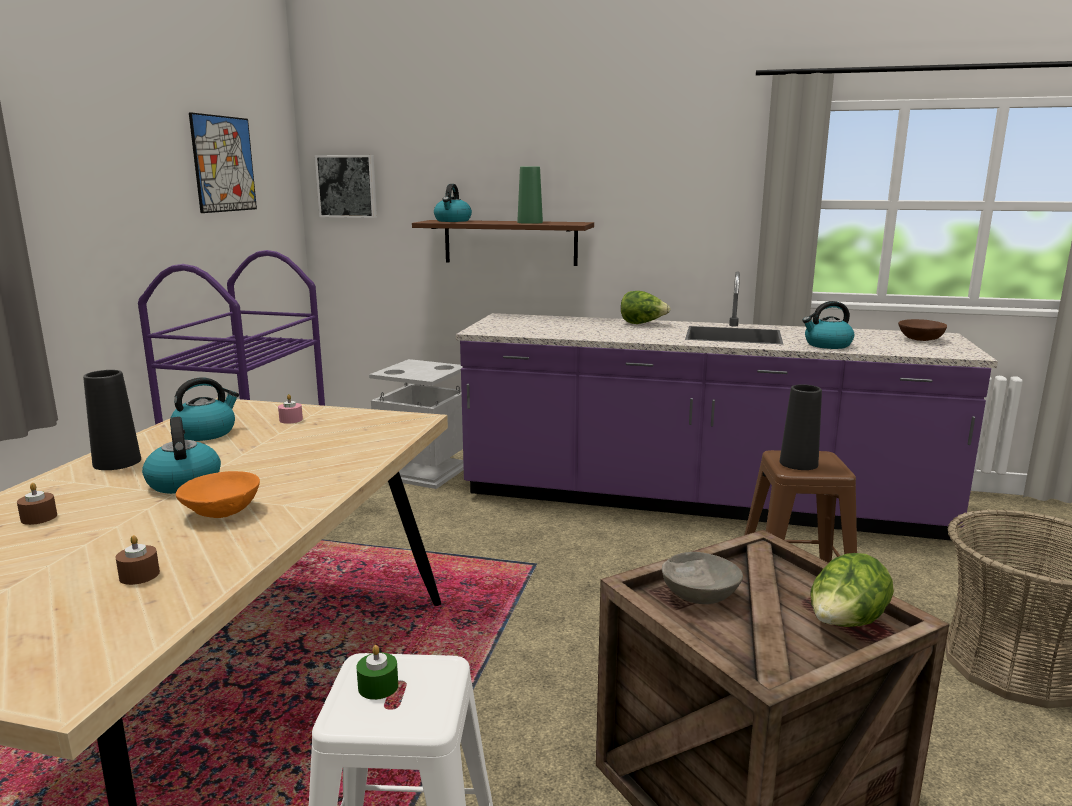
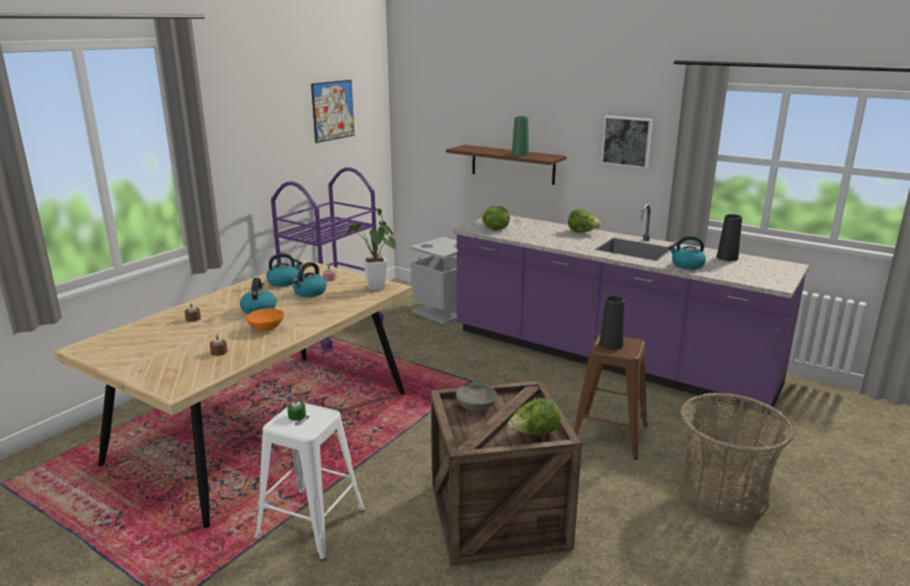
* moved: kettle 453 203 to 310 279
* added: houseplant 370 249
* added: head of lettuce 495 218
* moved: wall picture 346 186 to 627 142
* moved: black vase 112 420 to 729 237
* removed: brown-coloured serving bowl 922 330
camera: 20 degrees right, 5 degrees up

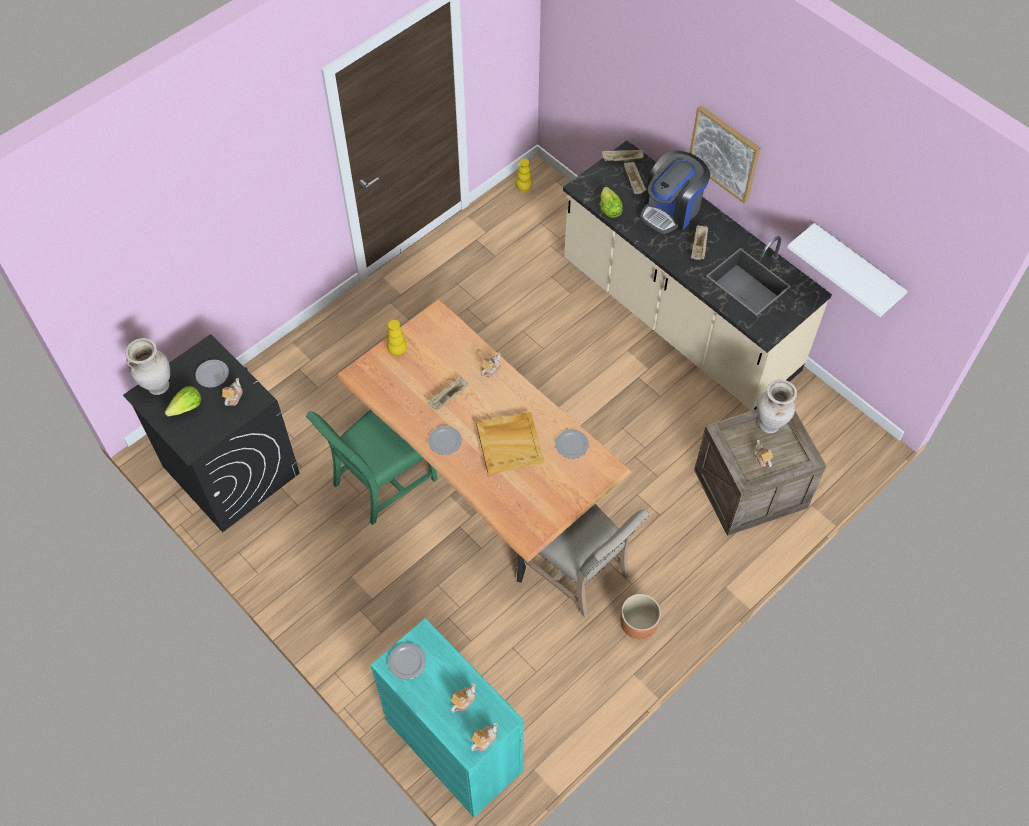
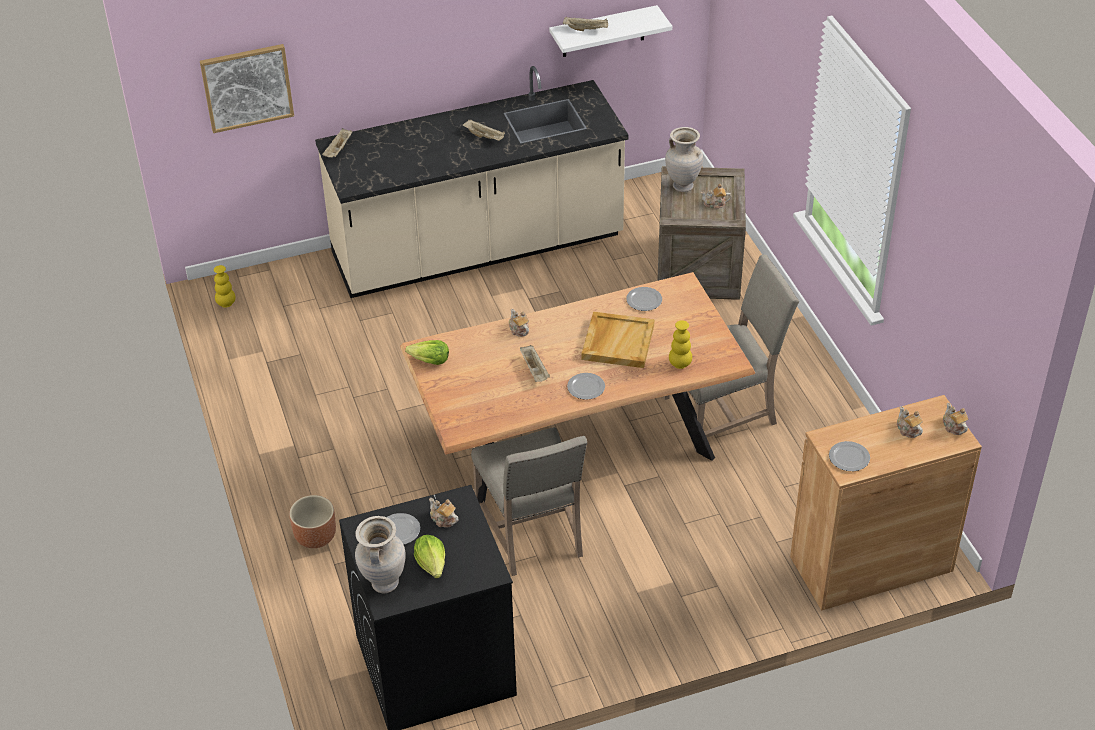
* moved: wall picture 725 154 to 247 88
* moved: brown-coloured flower pot 640 616 to 312 521
* moved: head of lettuce 611 202 to 427 352
* recoloured: green-coloured upright chair 371 467 to beige-coloured upright chair 529 501
* moved: beige-coloured tray 635 177 to 585 24
* moved: yellowish vase 397 337 to 680 344
* recoloured: turquoise cabinet 447 717 to brown-coloured cabinet 886 503
* removed: coffee maker 675 192
camera: 65 degrees left, 15 degrees down

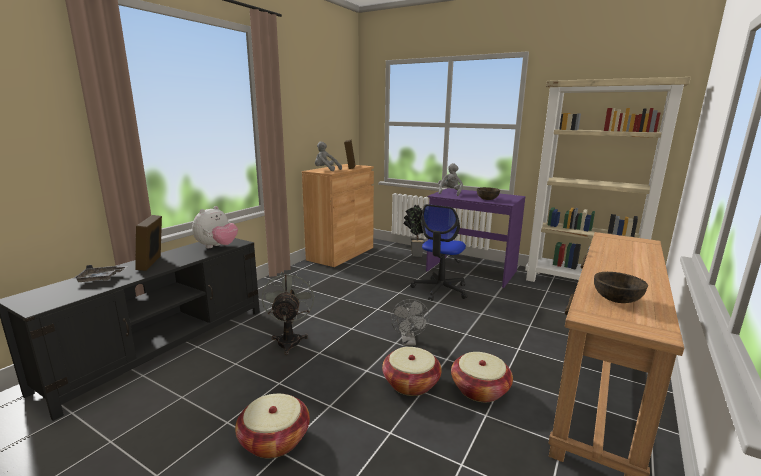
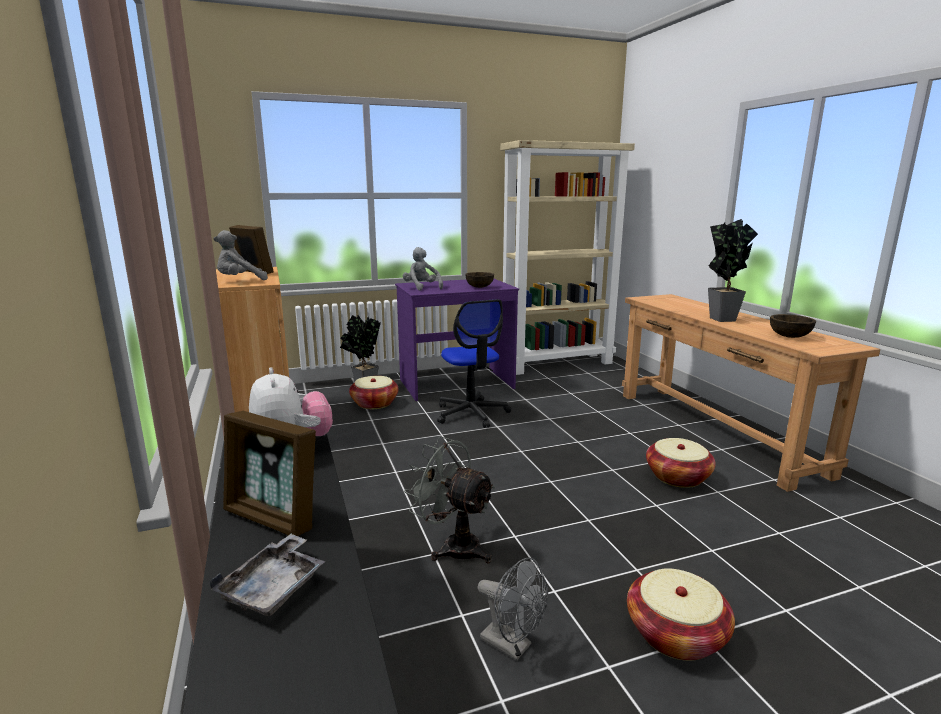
* moved: basket 412 371 to 373 392
* moved: grey cooling fan 410 322 to 513 609
* added: houseplant 733 270
camera: 50 degrees left, 0 degrees up

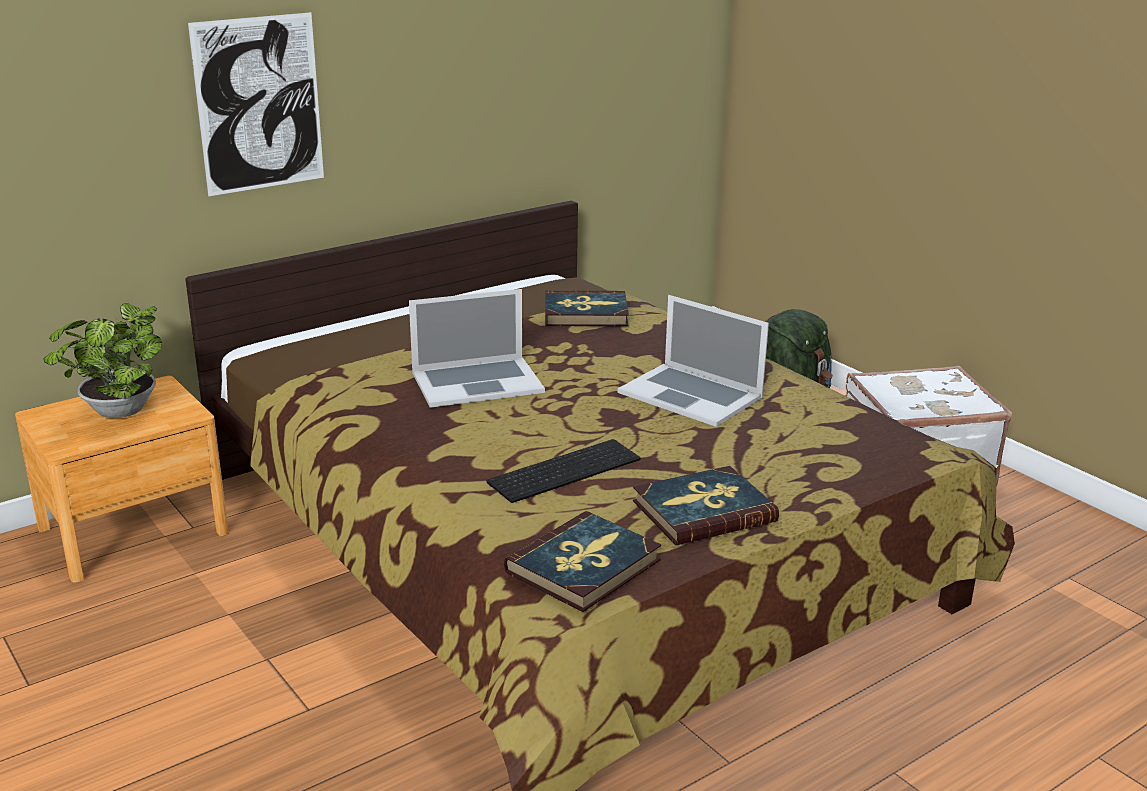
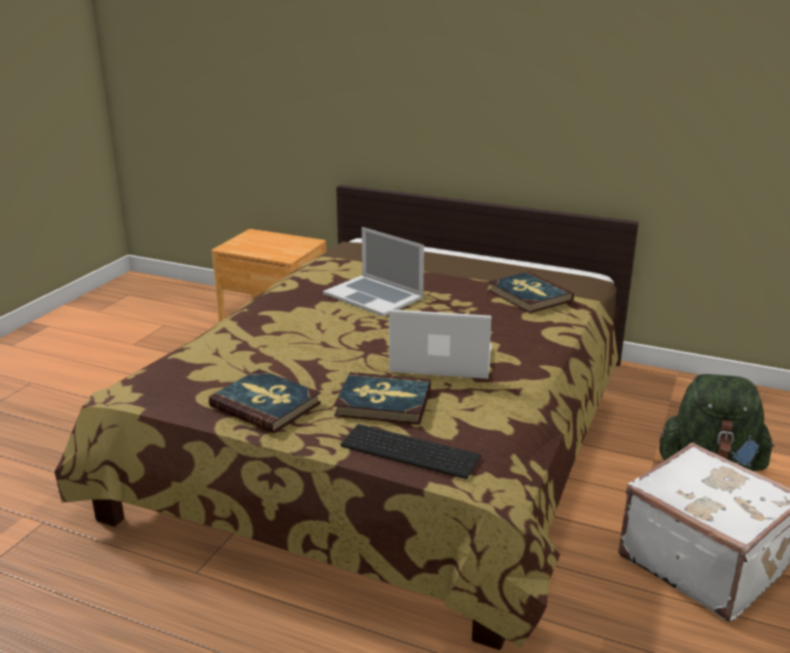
* moved: bound book 582 561 to 382 398
* moved: PC keyboard 563 471 to 411 451
* turned: notebook computer 693 361 = 440 344 90 degrees clockwise
* removed: houseplant 102 360
* removed: wall picture 256 104
camera: 60 degrees right, 0 degrees up

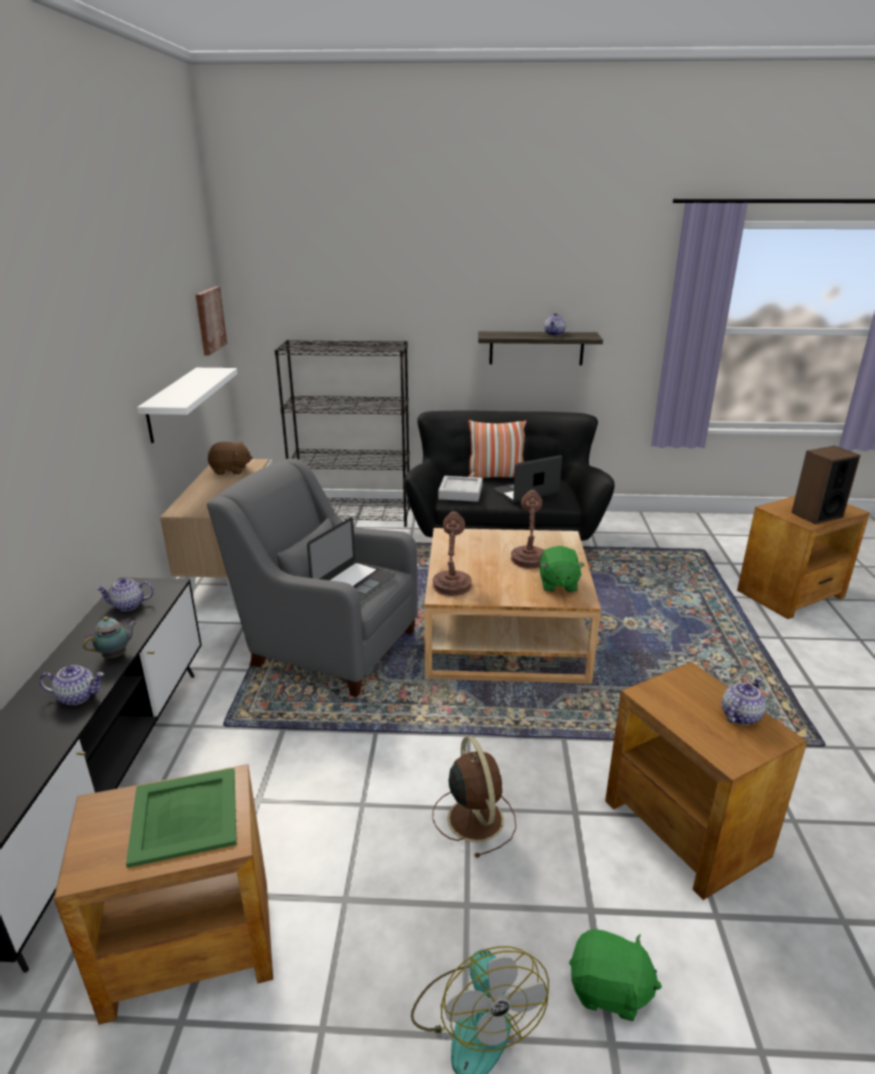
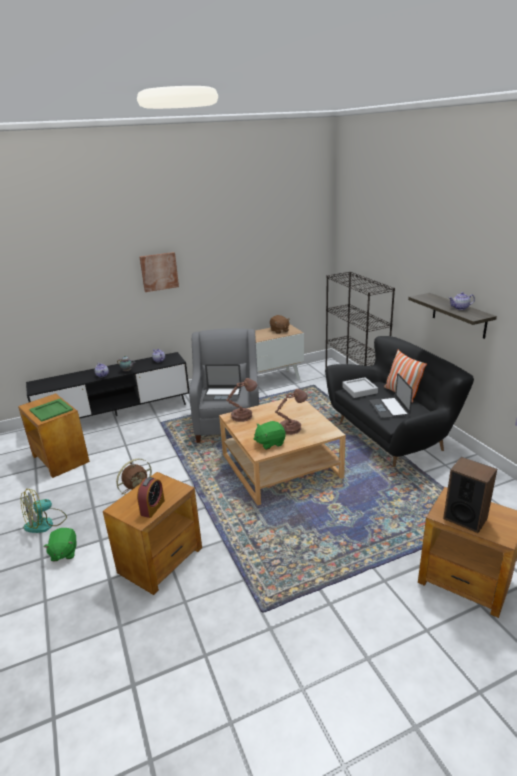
* replaced: tea pot 744 701 to alarm clock 151 497
* moved: wall picture 211 321 to 159 272
* turned: notebook computer 527 479 = 391 395 135 degrees counterclockwise
* removed: whitish shelf 187 405
camera: 65 degrees right, 0 degrees up

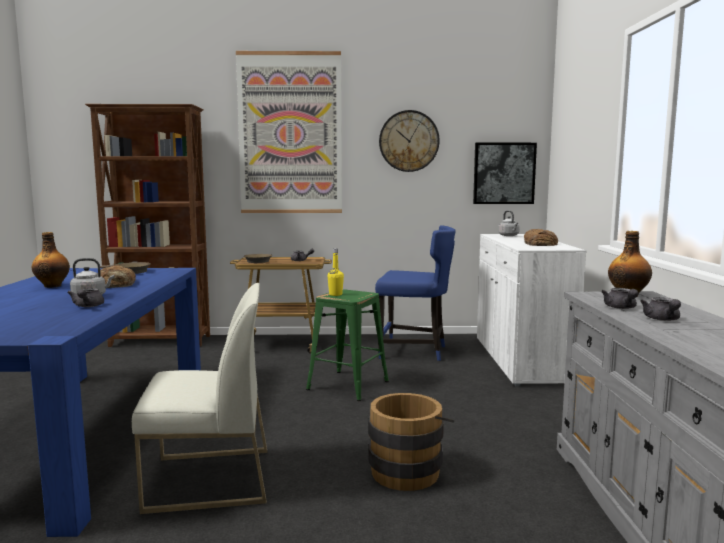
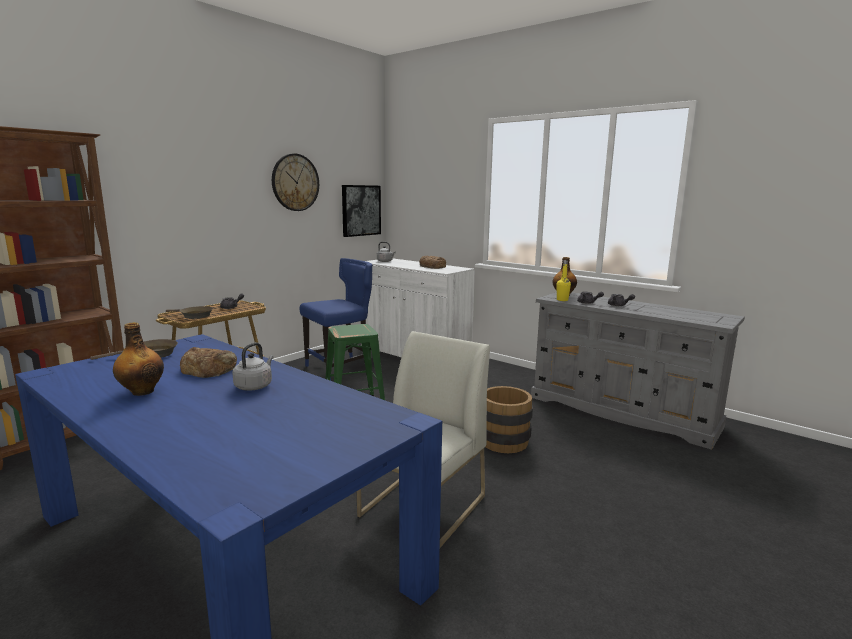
* moved: yellowish drink bottle 336 272 to 564 280
* removed: grey tea pot 85 297
* removed: wall picture 289 132
camera: 50 degrees left, 5 degrees up

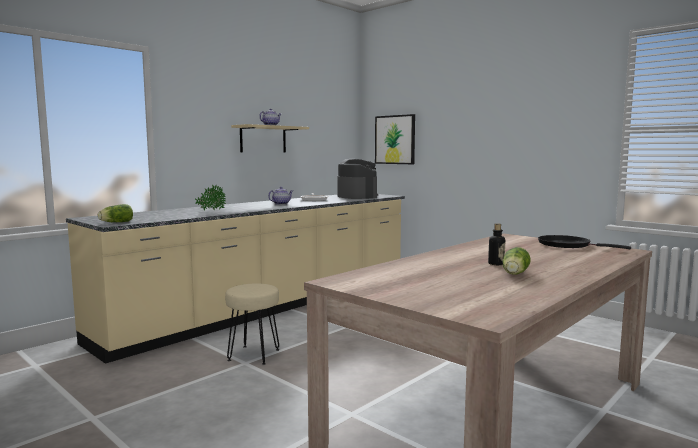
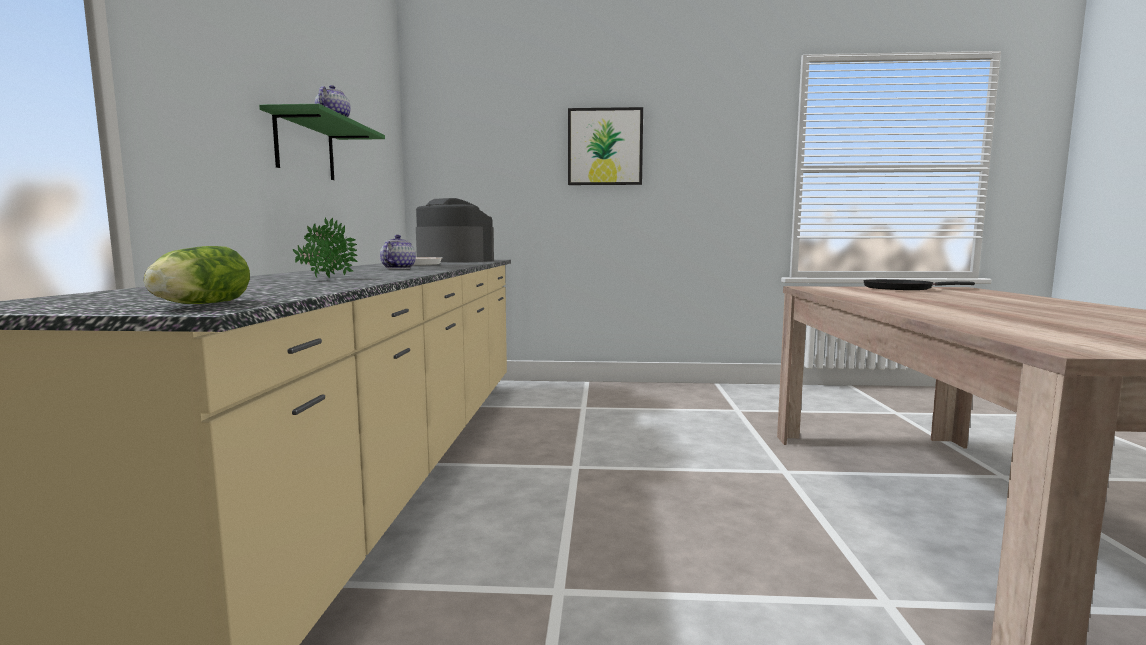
* recoloured: beige-coloured shelf 270 138 to green-coloured shelf 322 142
* moved: wall picture 395 139 to 605 146
* removed: beige-coloured stool 252 324
* removed: drink bottle 496 244
* removed: head of lettuce 516 261
camera: 40 degrees left, 0 degrees up

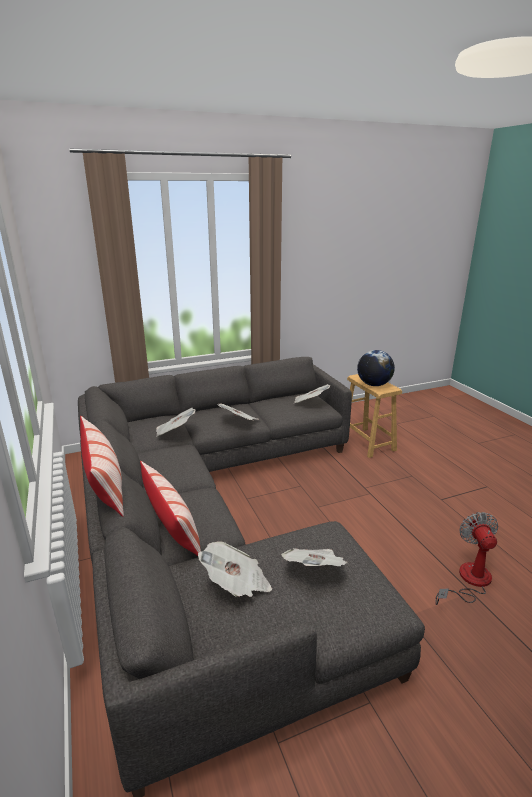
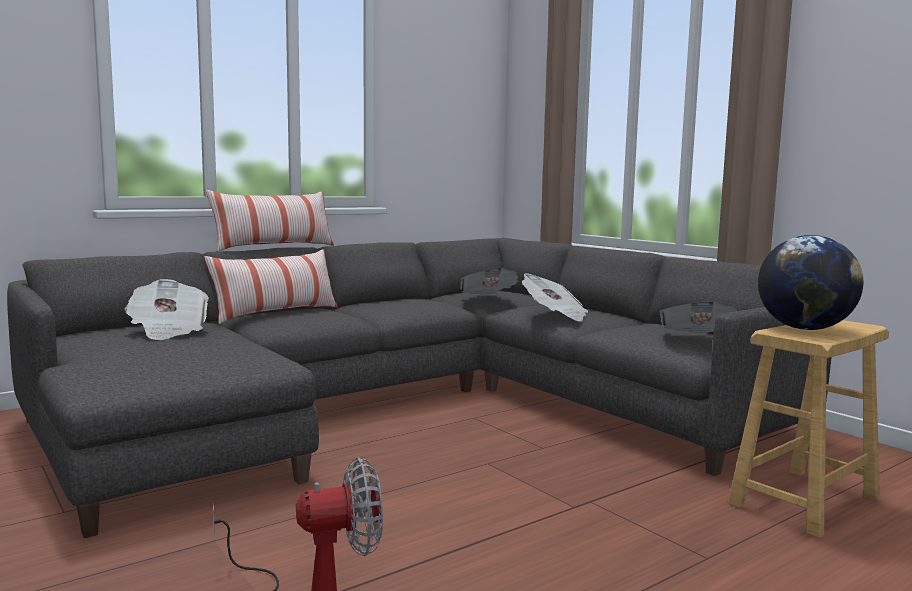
* removed: printed paper 314 557
camera: 75 degrees right, 15 degrees down

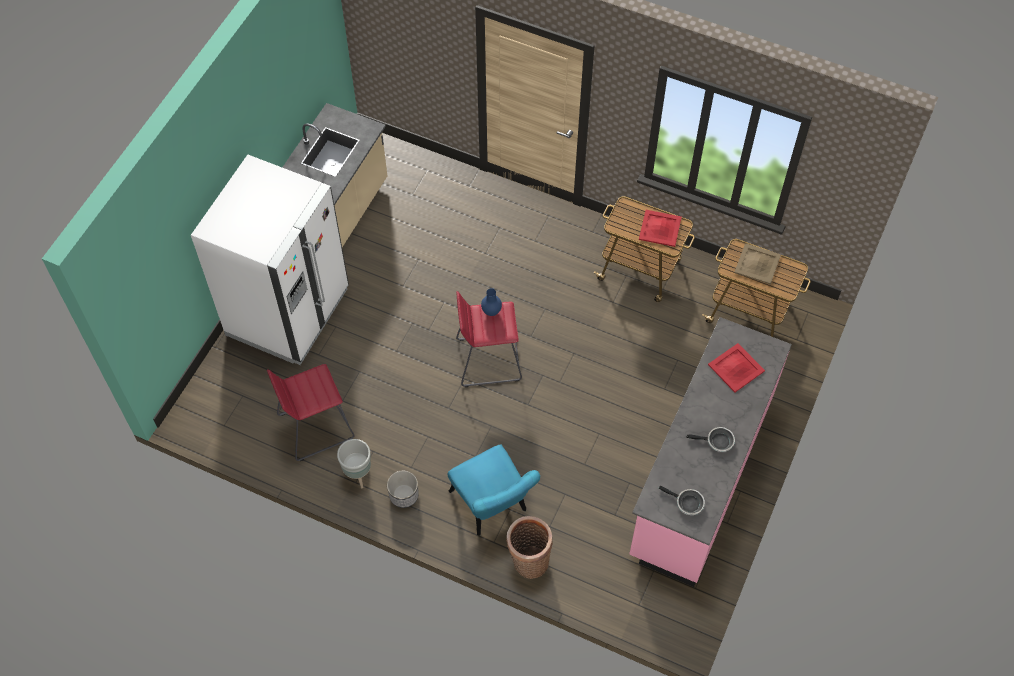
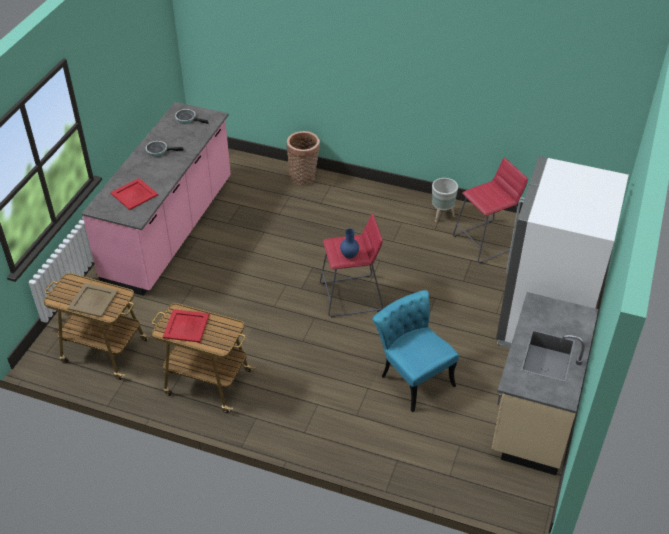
* moved: turquoise upright chair 493 490 to 415 351
* removed: flower pot 403 489
camera: 175 degrees right, 15 degrees down

